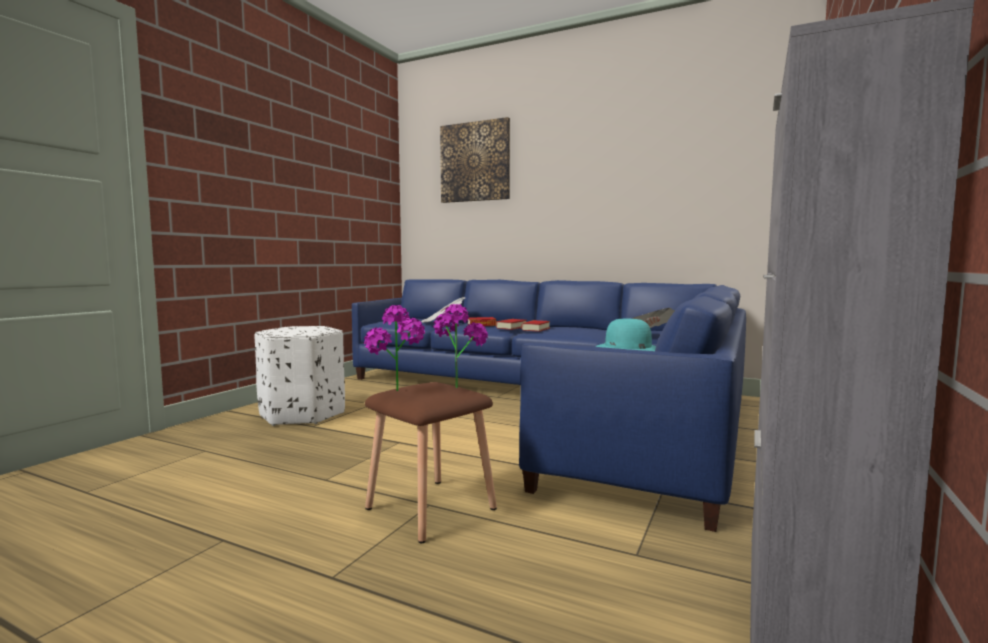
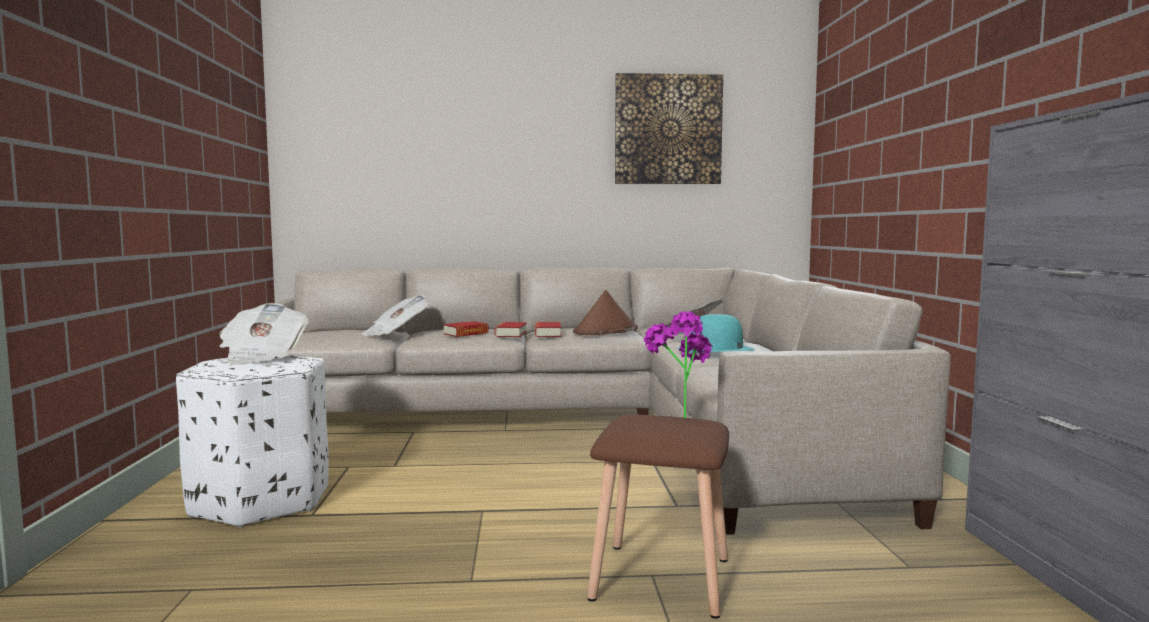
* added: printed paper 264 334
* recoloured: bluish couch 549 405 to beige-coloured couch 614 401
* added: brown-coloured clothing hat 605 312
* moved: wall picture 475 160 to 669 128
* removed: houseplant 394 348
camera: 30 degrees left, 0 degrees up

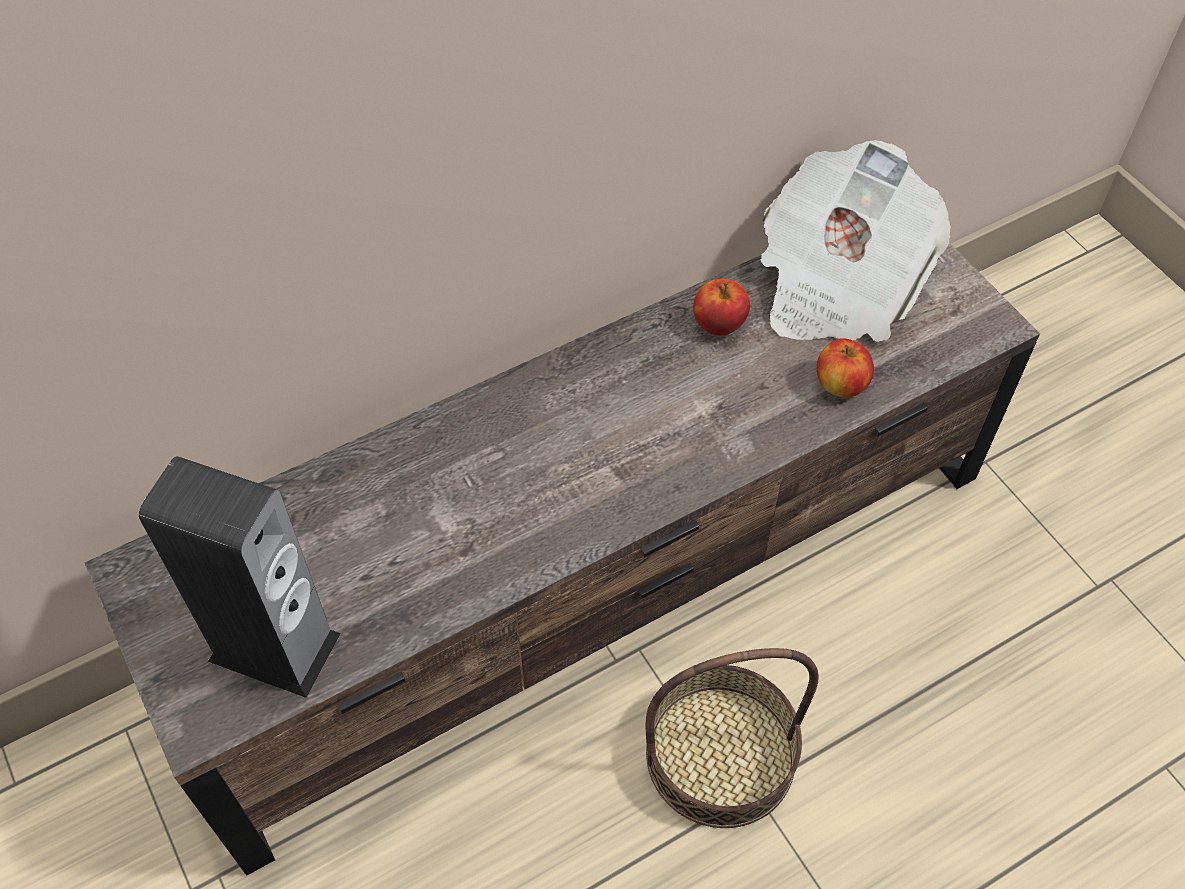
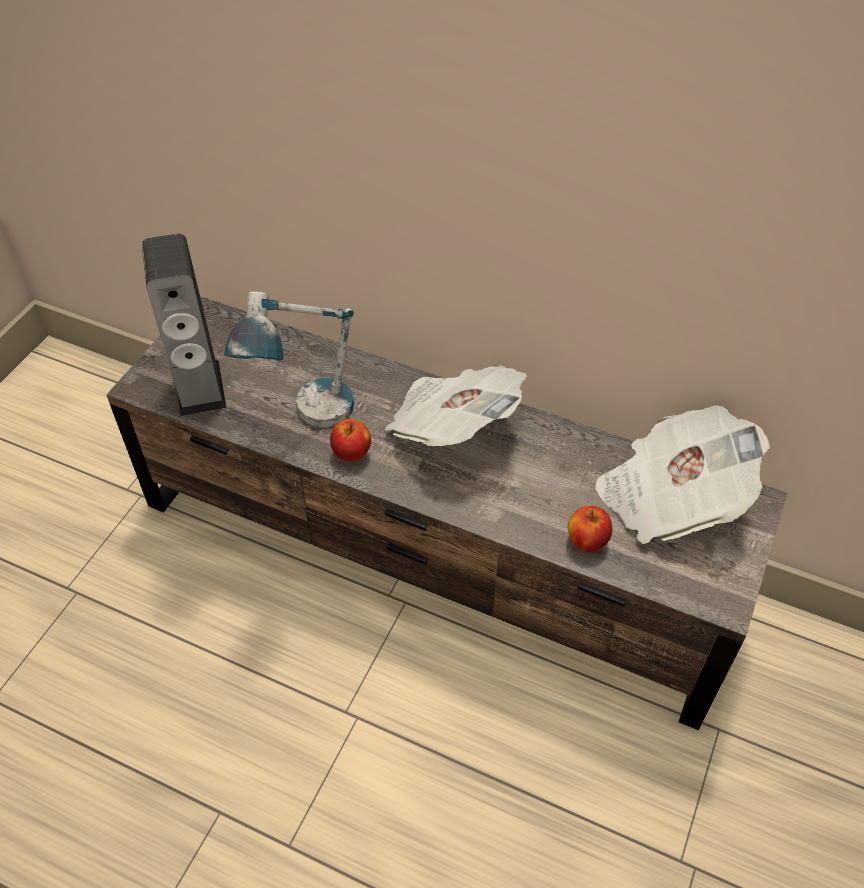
* added: table lamp 289 359
* moved: apple 721 307 to 350 440
* added: printed paper 456 405
* removed: basket 732 738
camera: 55 degrees right, 5 degrees down

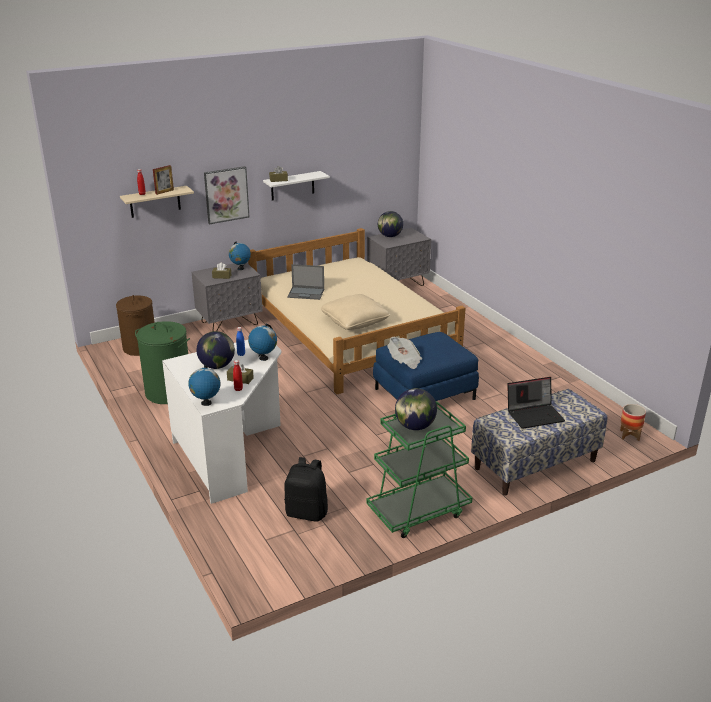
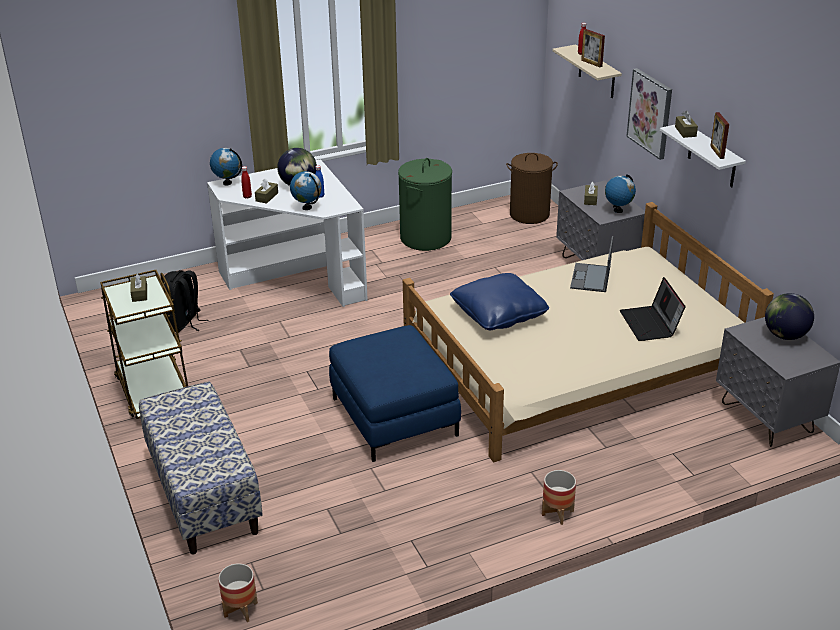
* recoloured: green-coloured cart 419 469 to brown-coloured cart 144 344
* replaced: world globe 416 409 to brown-coloured tissue holder 138 287
* recoloured: beige-coloured throw pillow 355 312 to bluish throw pillow 499 301
* added: flower pot 559 497
* moved: notebook computer 536 403 to 652 309
* added: photo frame 719 135
* removed: printed paper 404 353
camera: 95 degrees right, 5 degrees up

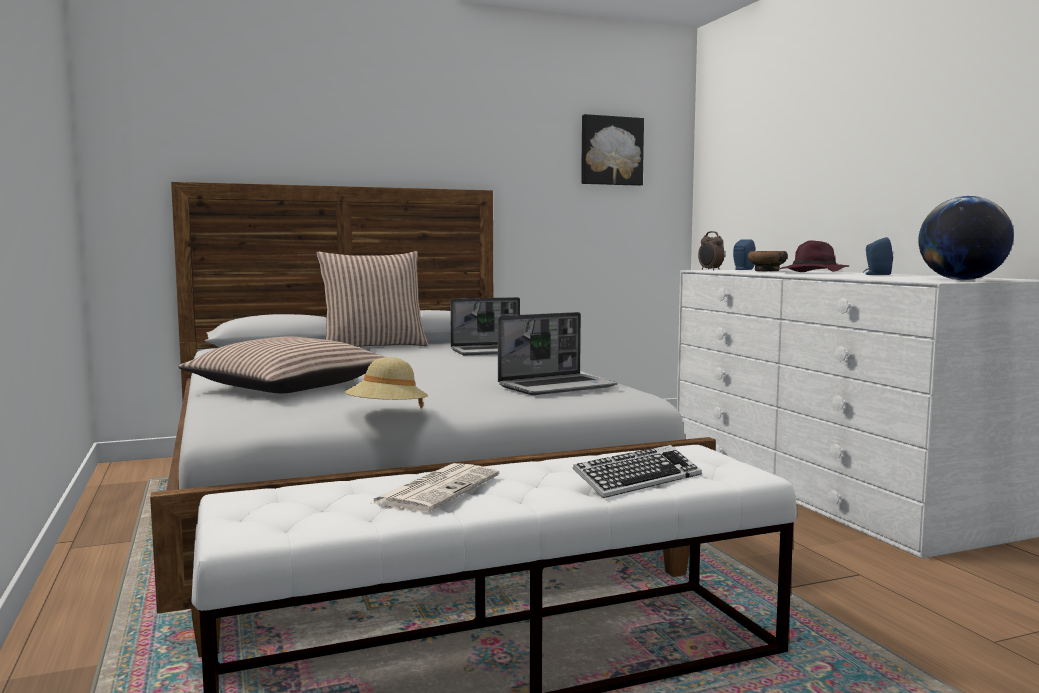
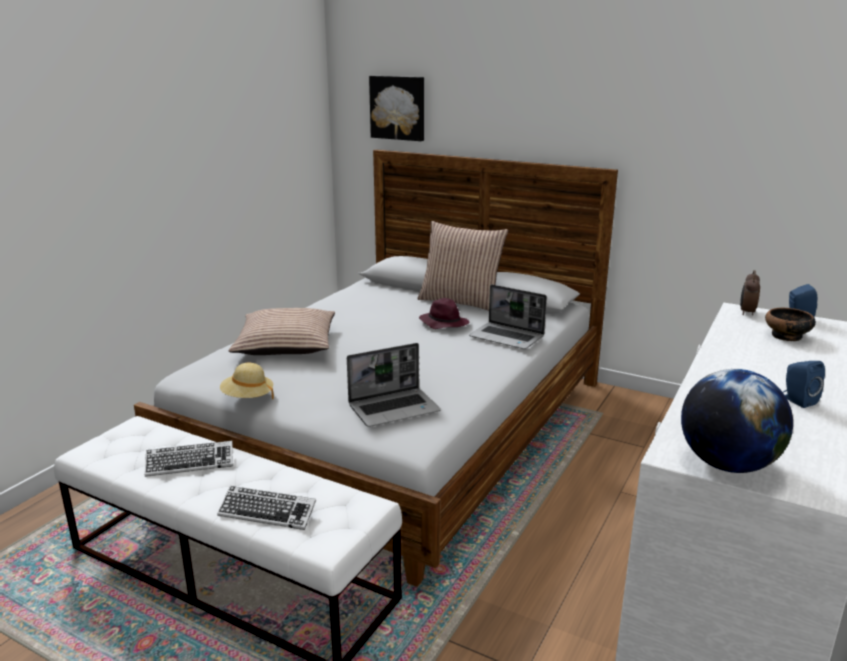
* replaced: printed paper 435 487 to PC keyboard 188 459
* turned: notebook computer 557 353 = 393 385 45 degrees counterclockwise
* moved: wall picture 612 150 to 396 108
* moved: purple clothing hat 814 256 to 444 313
camera: 50 degrees right, 15 degrees up

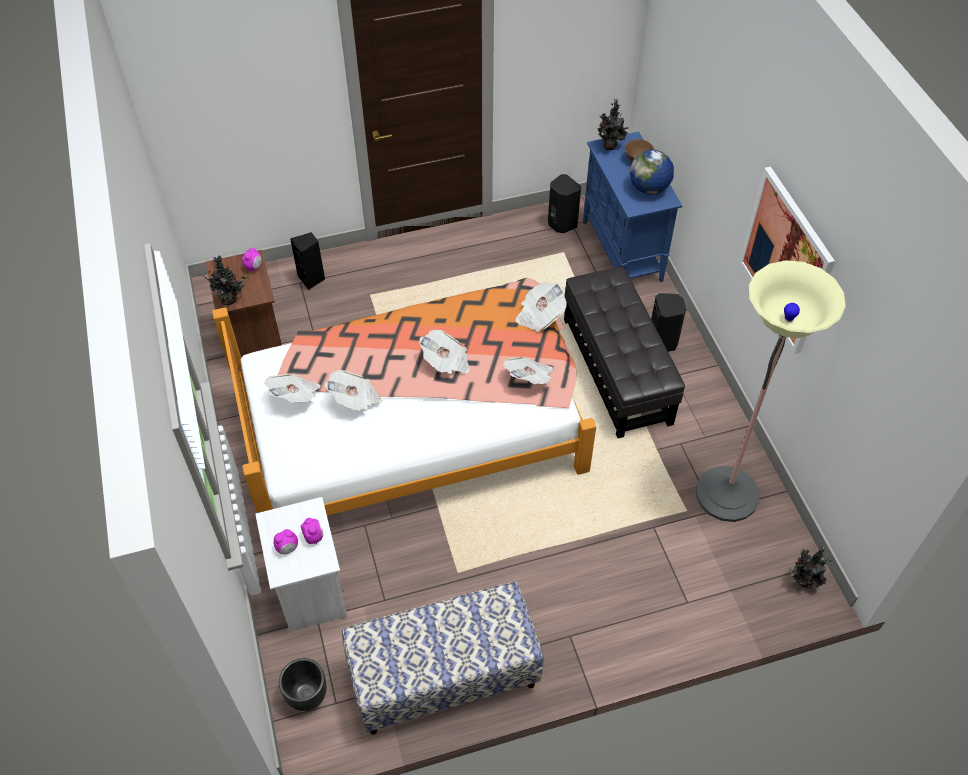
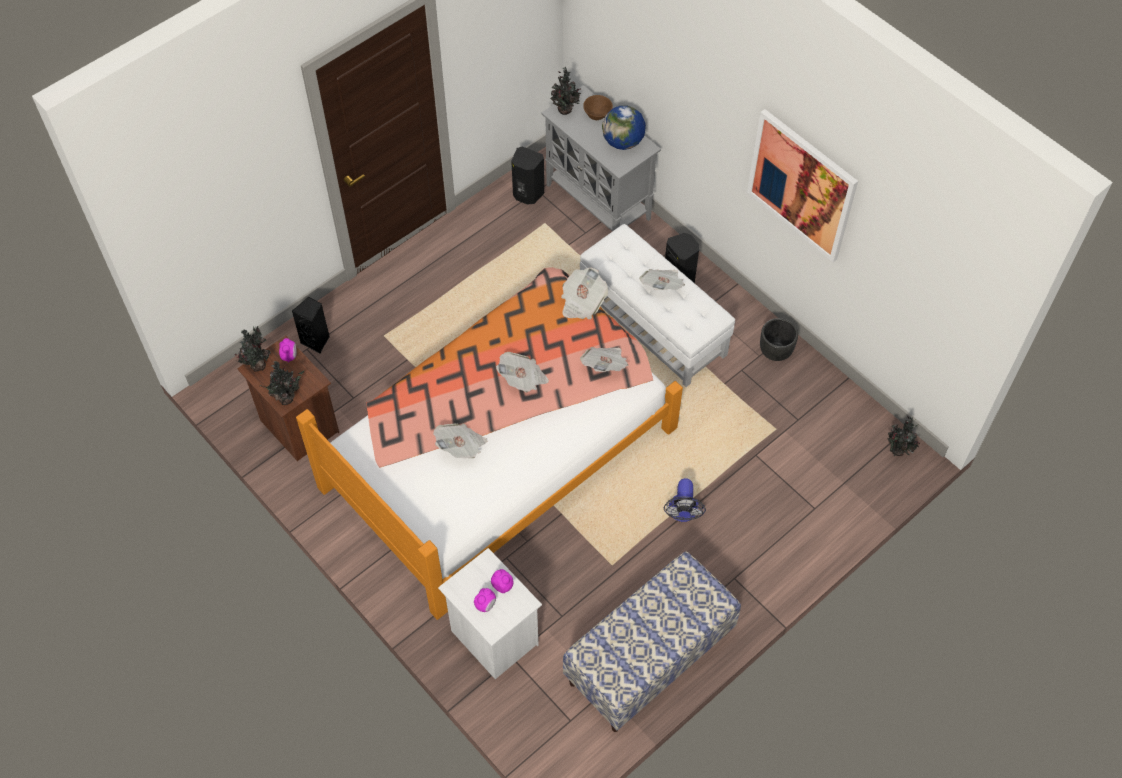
* added: houseplant 253 348
* recoloured: bluish cabinet 632 207 to grey cabinet 601 158
* recoloured: black pouffe 624 352 to whitish pouffe 657 305
* moved: printed paper 293 388 to 662 279
* added: cooling fan 685 500
* moved: black flower pot 303 684 to 779 339
* removed: standard lamp 771 391
camera: 25 degrees left, 5 degrees up

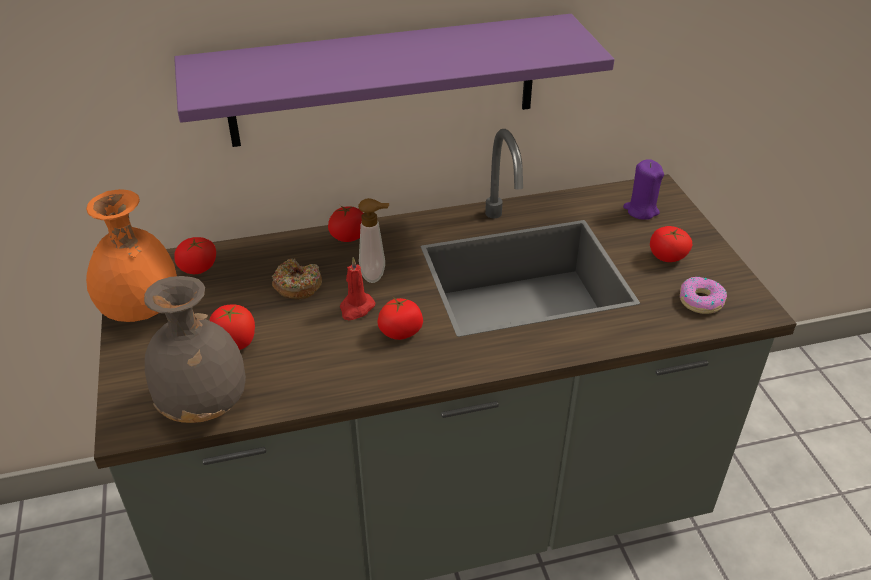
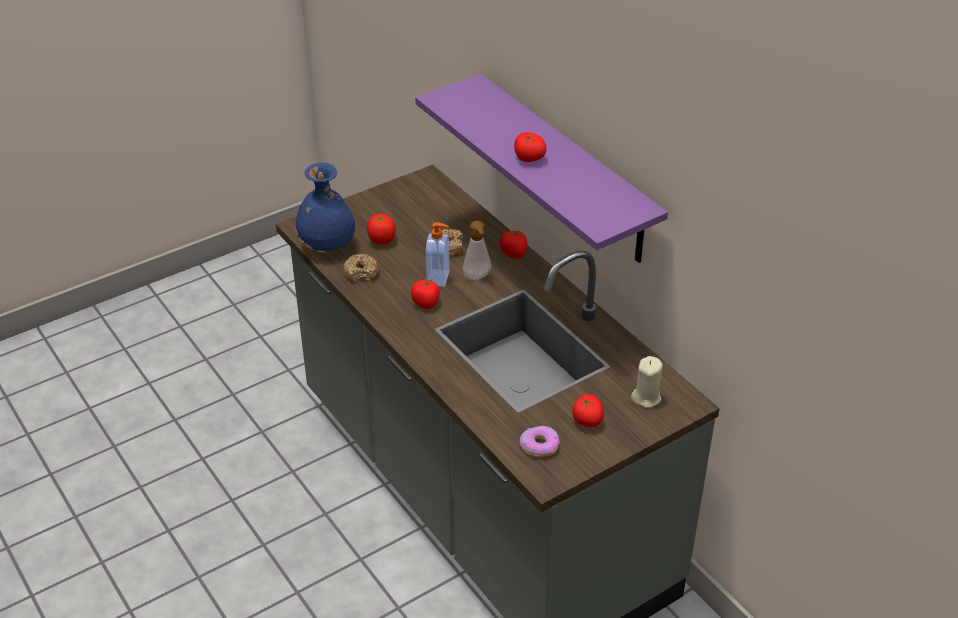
* recoloured: grey vase 195 349 to bluish vase 325 207
* added: donut 360 268
* replaced: red-coloured wax light 357 288 to soap bottle 437 255
* moved: whole tomato 195 255 to 530 147
* recoloured: purple wax light 643 189 to beige-coloured wax light 647 382
* removed: orange vase 131 255
camera: 70 degrees right, 0 degrees up

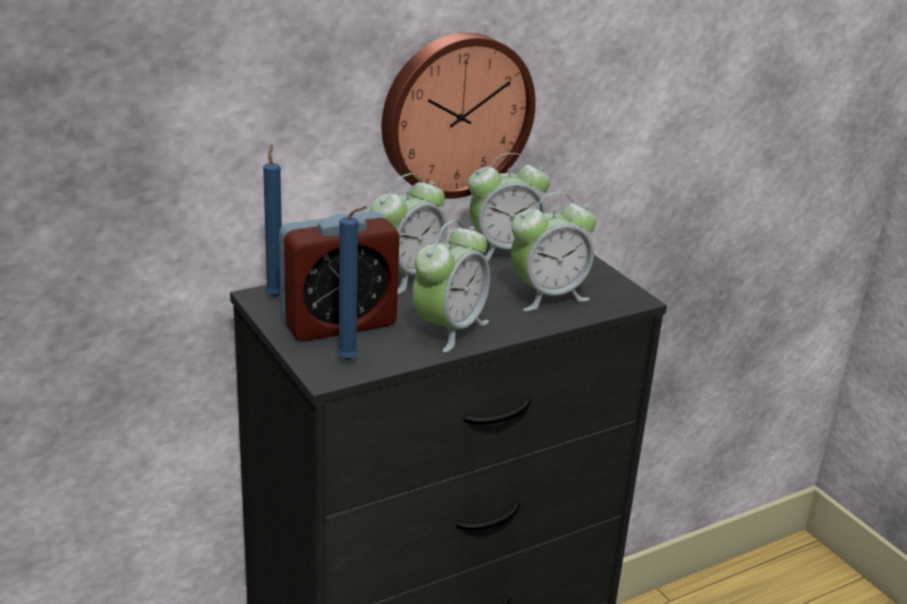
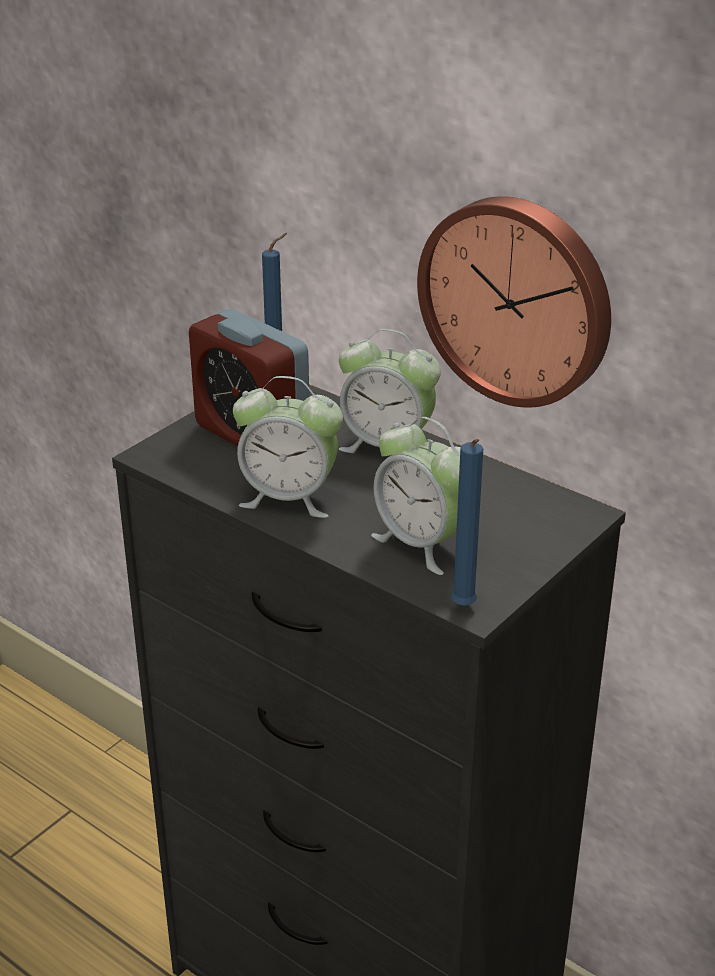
* moved: bluish wax light 352 283 to 467 522
* removed: alarm clock 509 207
camera: 70 degrees right, 5 degrees up

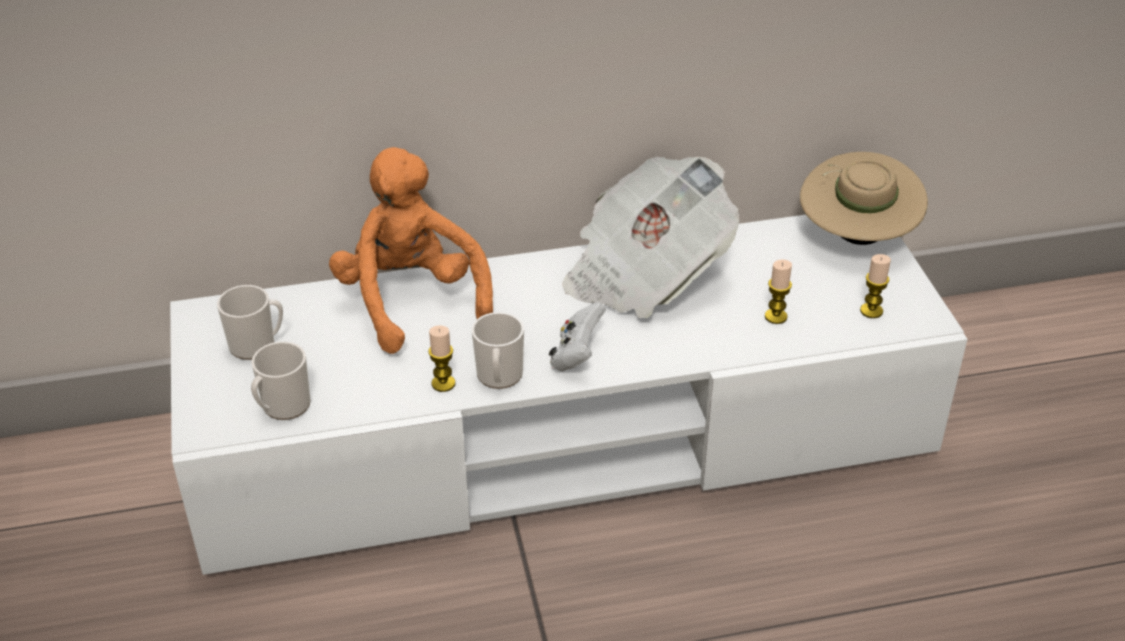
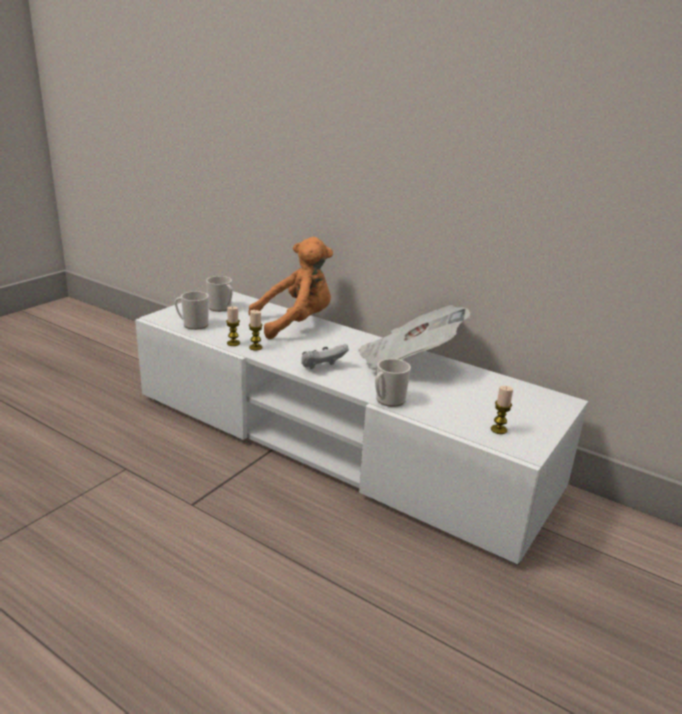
* moved: wax light 778 292 to 233 326
* turned: orange cuddly toy 411 250 = 290 288 45 degrees clockwise
* moved: tea mug 498 350 to 393 383
* removed: beige-coloured clothing hat 864 198
camera: 45 degrees right, 15 degrees down

